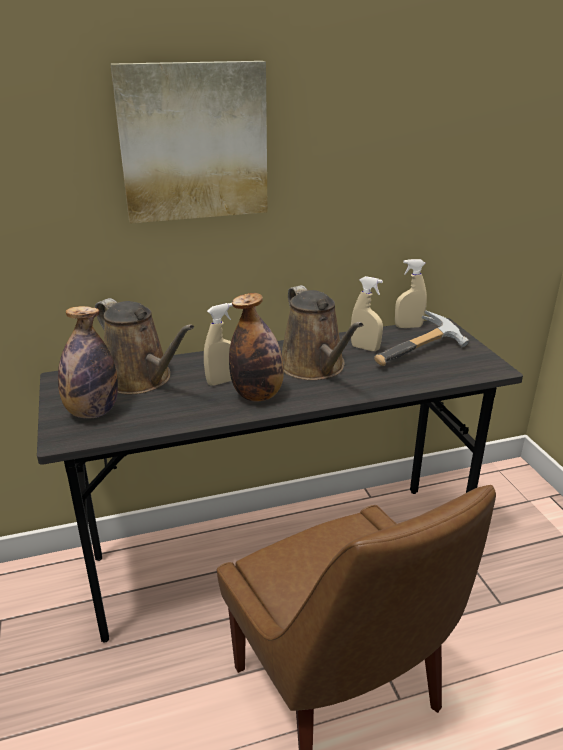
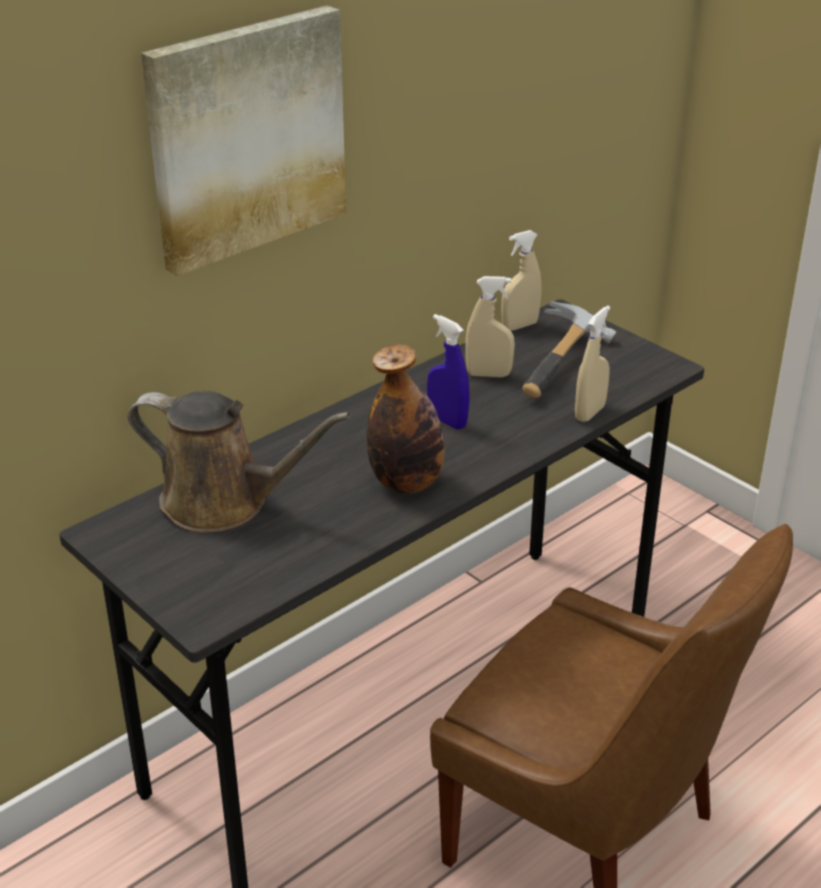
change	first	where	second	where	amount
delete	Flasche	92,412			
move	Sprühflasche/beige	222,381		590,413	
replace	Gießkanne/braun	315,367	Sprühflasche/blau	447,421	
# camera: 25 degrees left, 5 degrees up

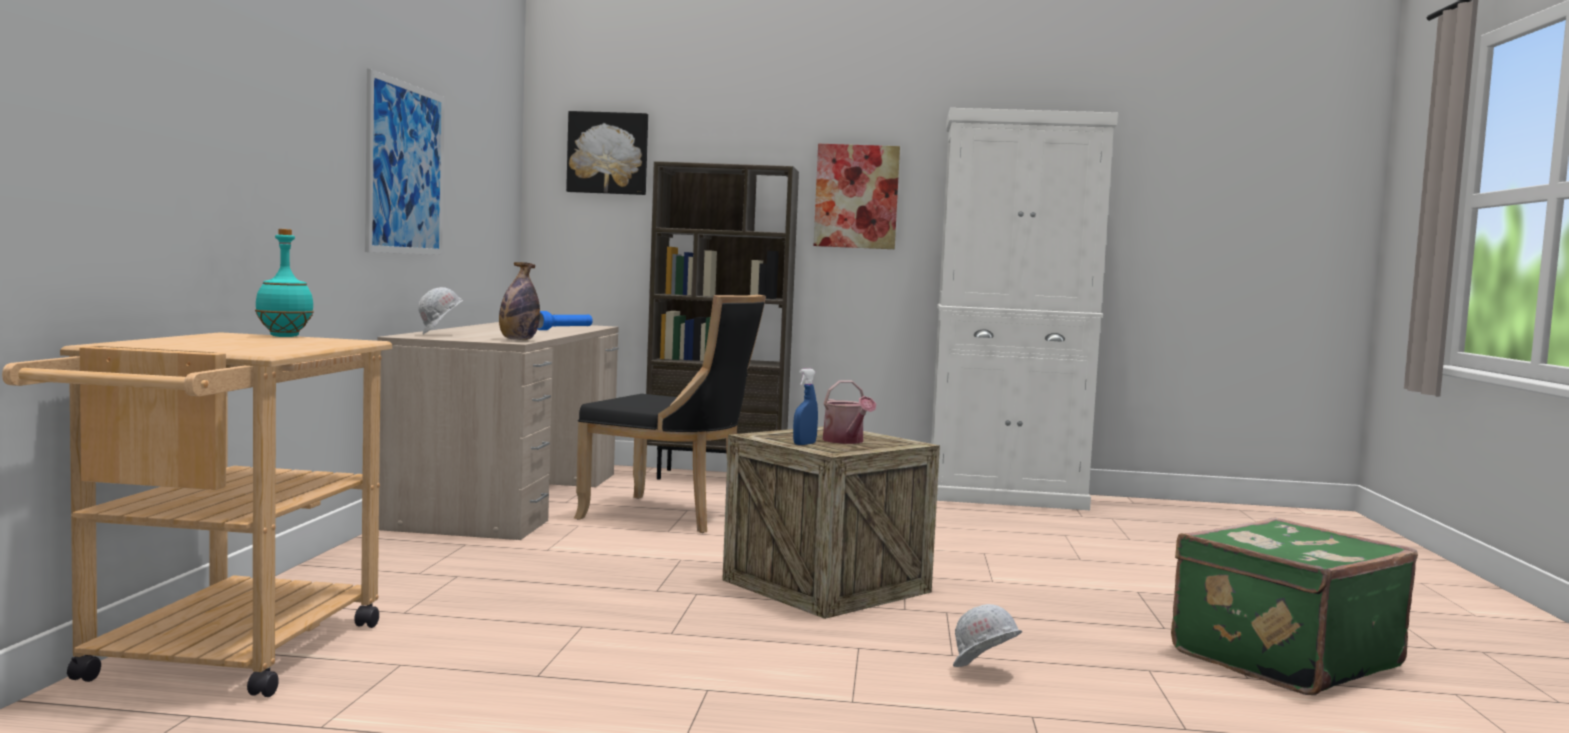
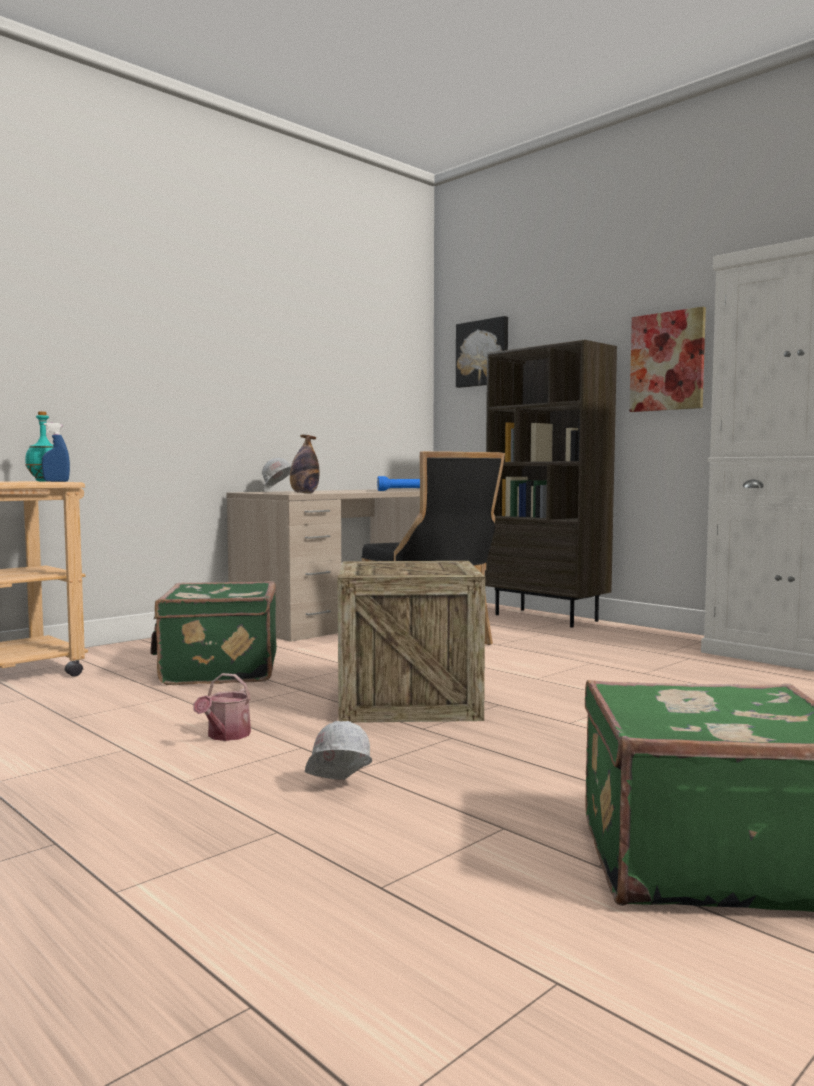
change	first	where	second	where	amount
delete	Bild	405,169			
insert			Koffer/grün	218,670	
move	Sprühflasche/blau	804,444		56,481	
move	Gießkanne	846,441		226,736	
# camera: 40 degrees right, 0 degrees up

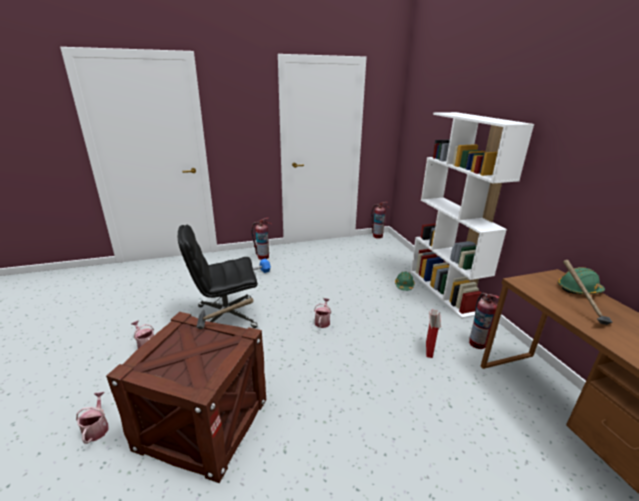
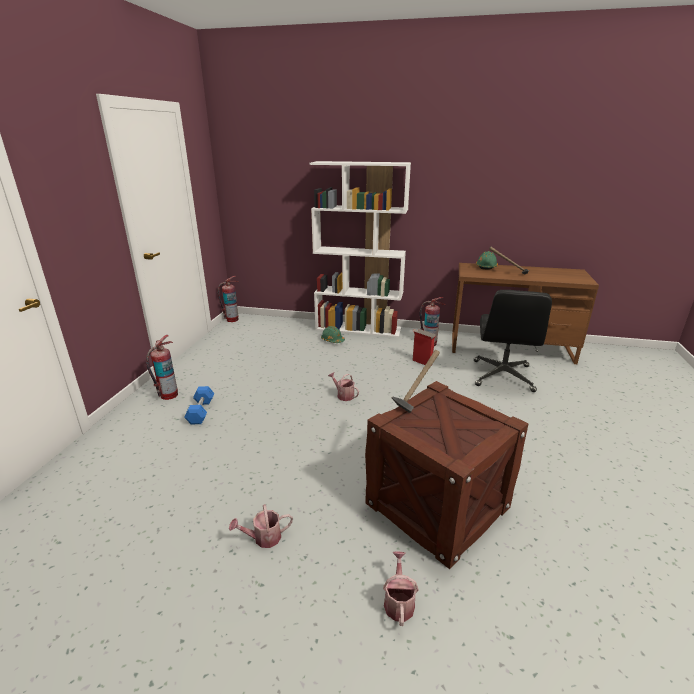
change	first	where	second	where	amount
move	Bürostuhl/schwarz	225,317		503,376	
rotate	Gießkanne	97,428		399,601	75 degrees clockwise
# camera: 60 degrees left, 0 degrees up

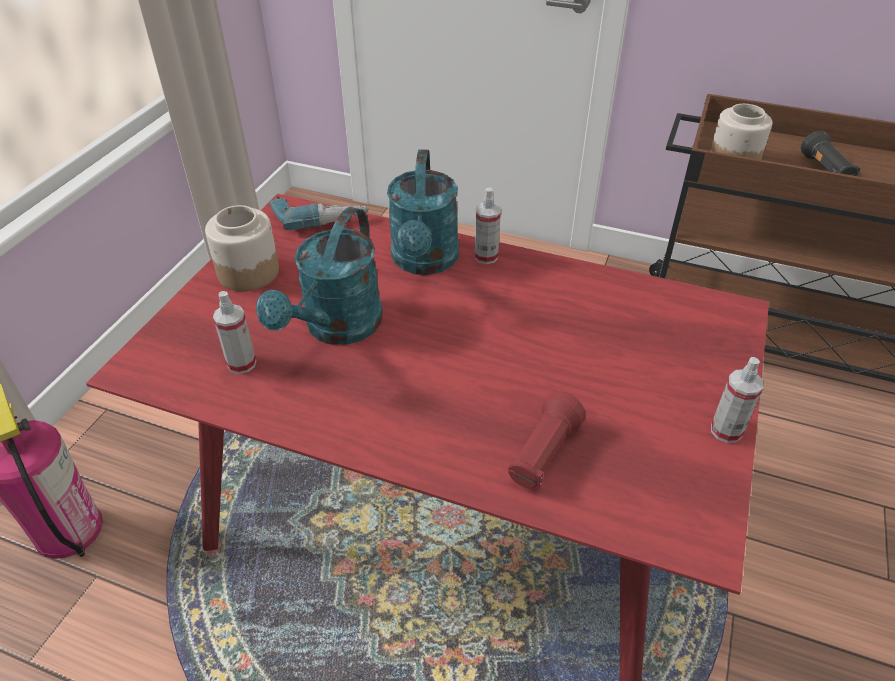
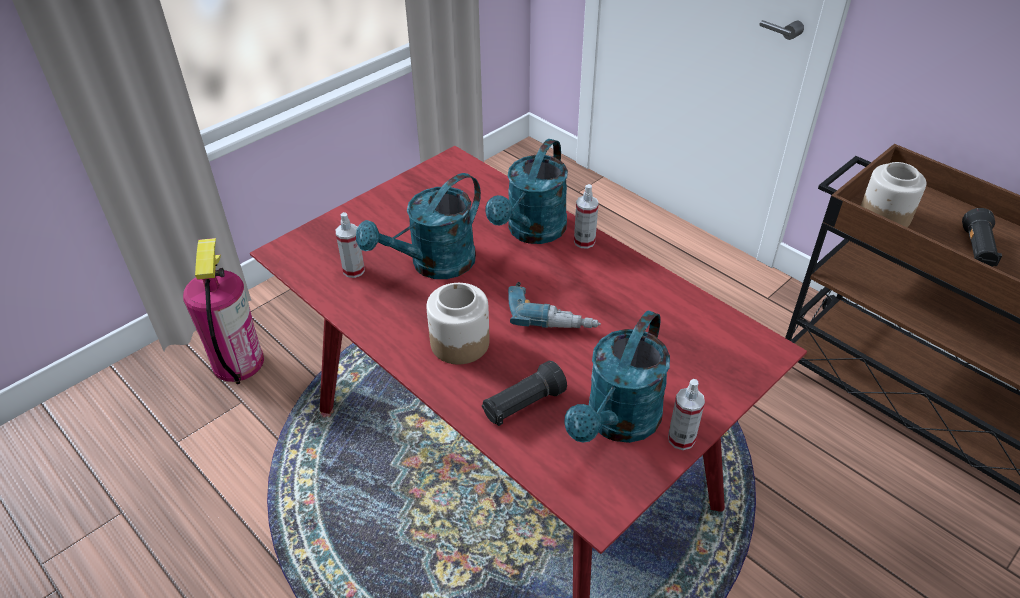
change	first	where	second	where	amount
insert			Gießkanne/türkis	618,423	
move	Vorratsglas	248,272		459,342	
move	Bohrmaschine	320,216		553,314	
recolor	Taschenlampe/rot	543,454	Taschenlampe/schwarz	523,405	
# camera: 25 degrees right, 0 degrees up

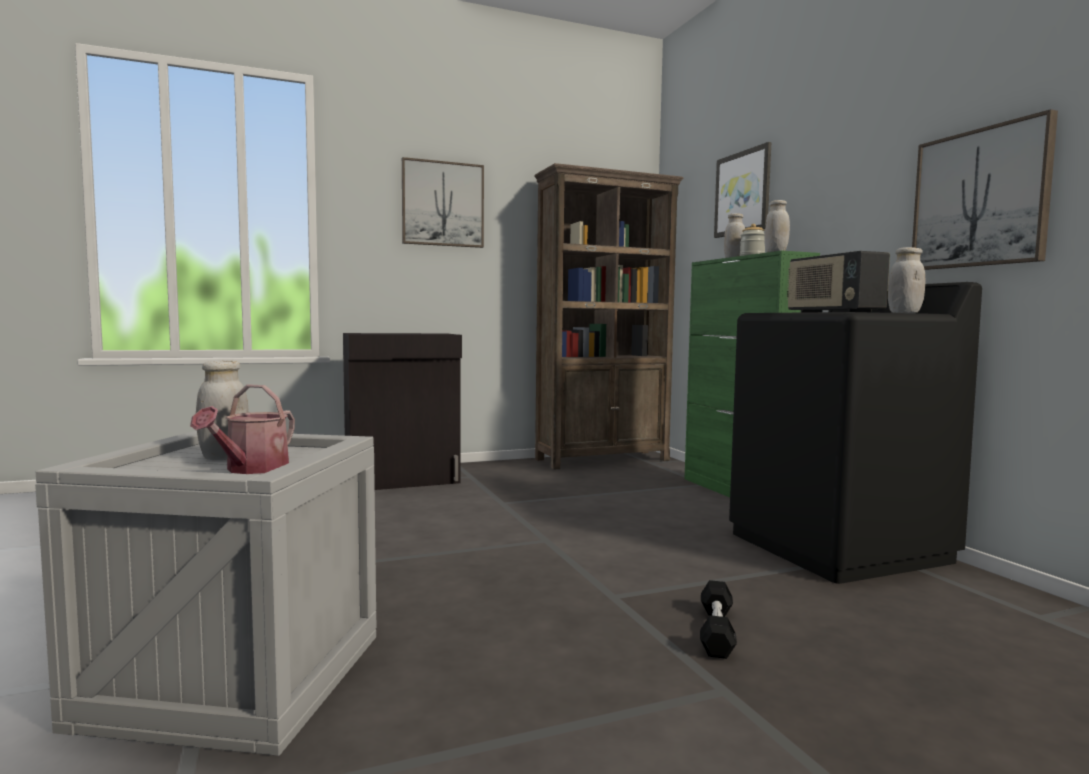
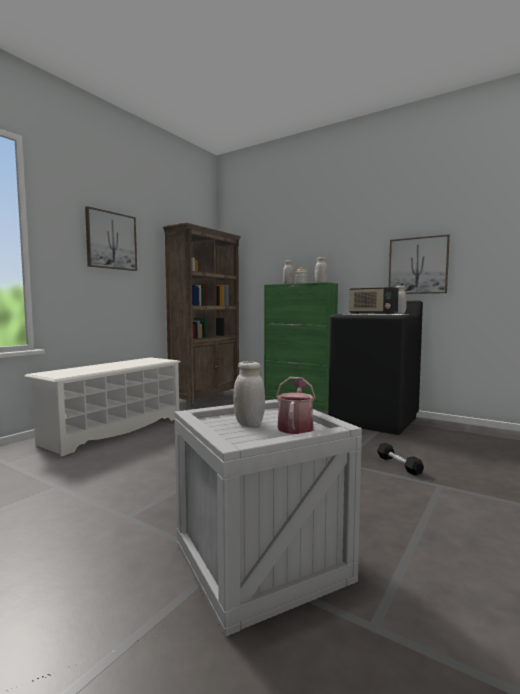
change	first	where	second	where	amount
delete	Bild	743,193			
replace	Schrank/schwarz	403,481	Schuhregal/weiß	114,430	
rotate	Gießkanne	251,469		295,426	150 degrees counterclockwise
# camera: 35 degrees left, 0 degrees up

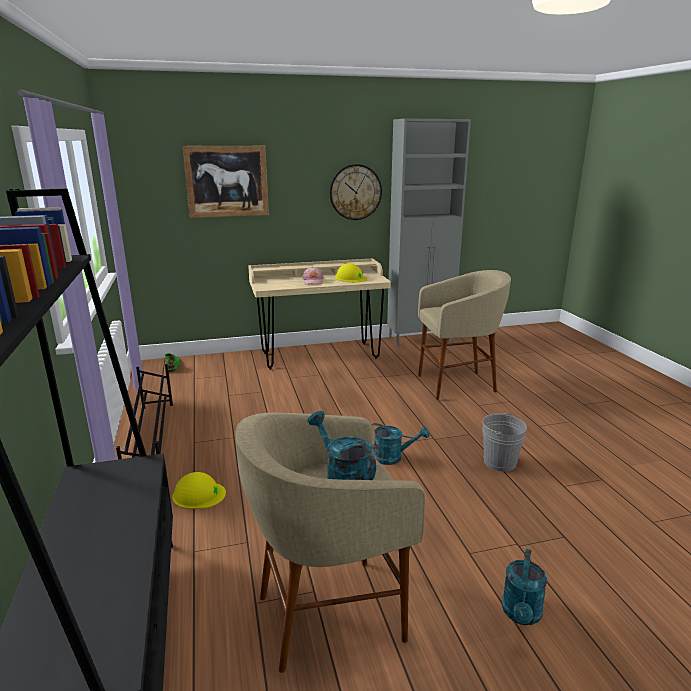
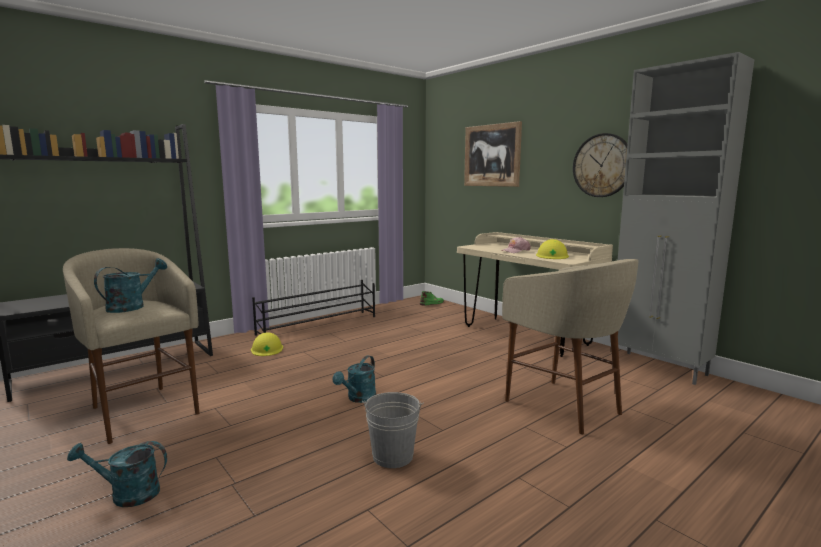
change	first	where	second	where	amount
rotate	Gießkanne/türkis	393,457		358,398	45 degrees clockwise
# camera: 65 degrees right, 10 degrees down

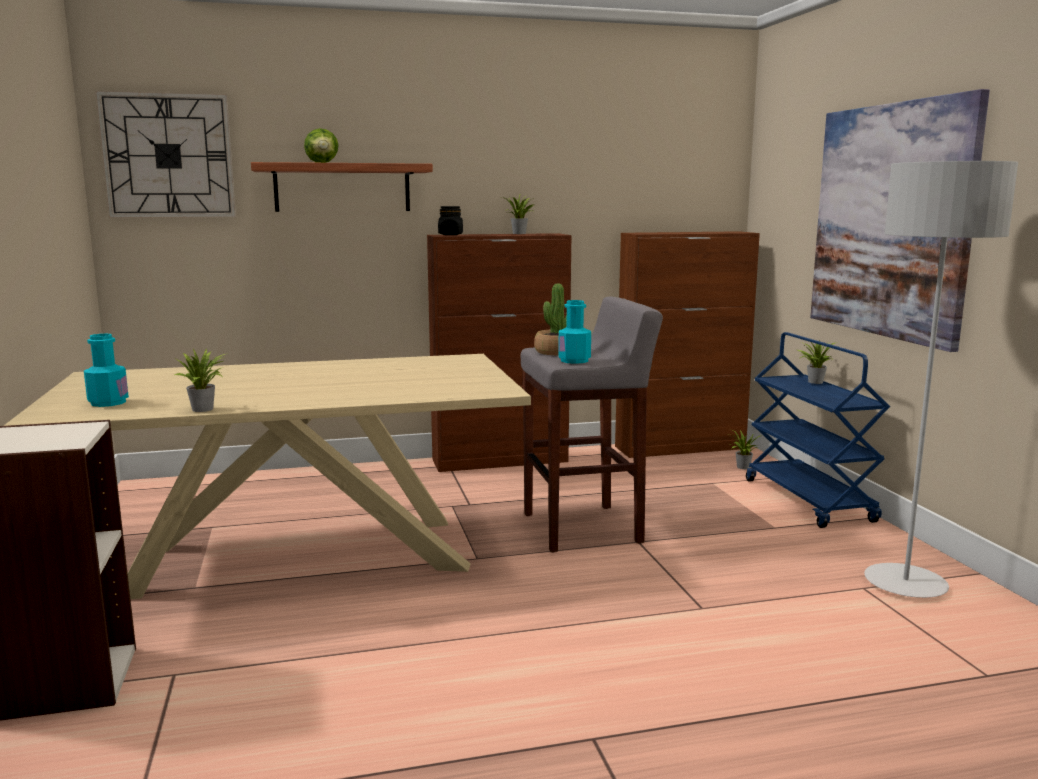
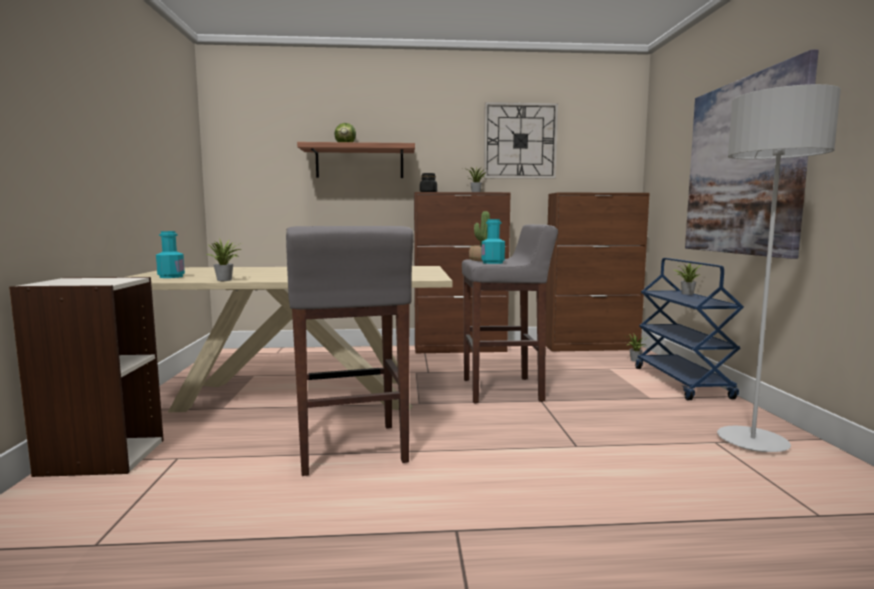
change	first	where	second	where	amount
insert			Hocker/grau	350,450	
move	Wanduhr	168,156		520,141	
# camera: 10 degrees right, 5 degrees down

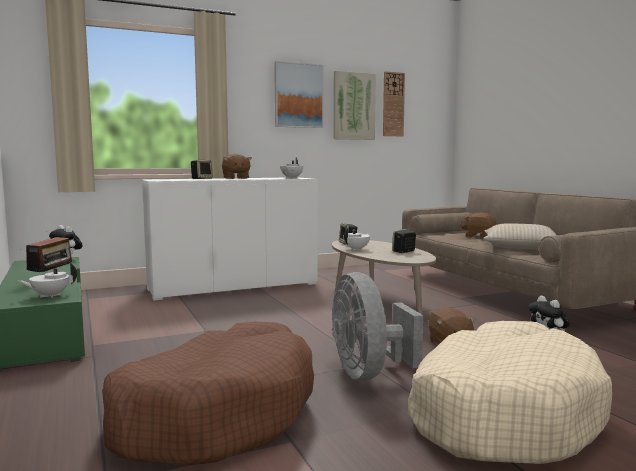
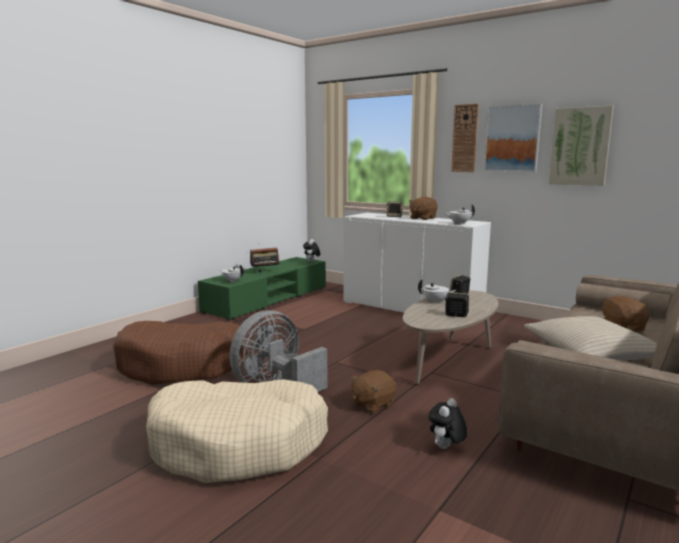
change	first	where	second	where	amount
move	Wanduhr	393,104		465,138	
# camera: 60 degrees right, 5 degrees up

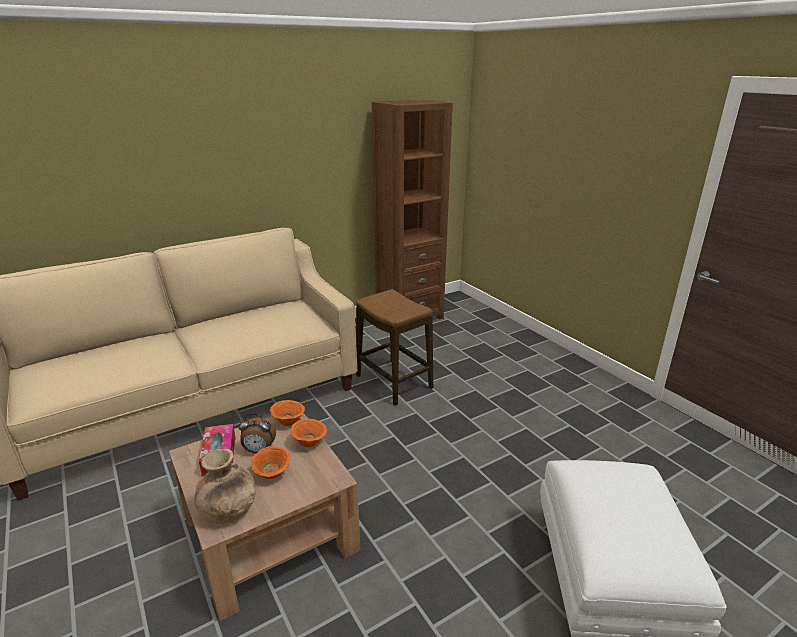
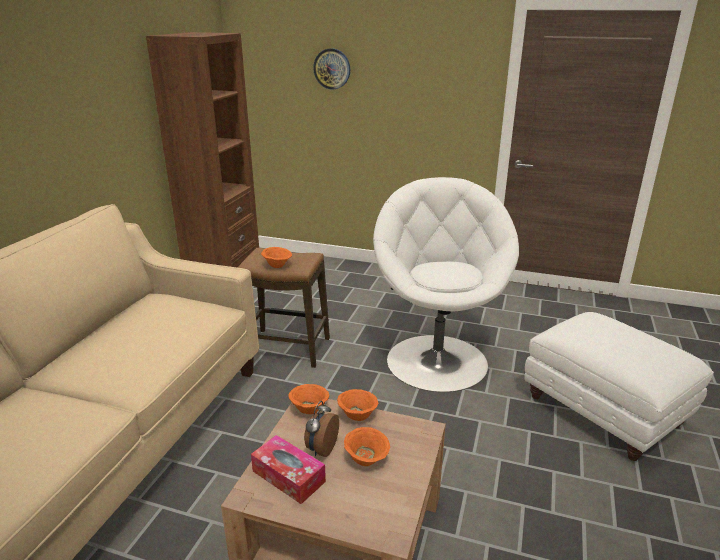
change	first	where	second	where	amount
delete	Vase/braun	229,511			
insert			Schüssel/orange	277,265	
insert			Wanduhr	332,69	
insert			Sessel/weiß	437,360	
rotate	Wecker	259,450		321,449	150 degrees clockwise
# camera: 40 degrees left, 0 degrees up

